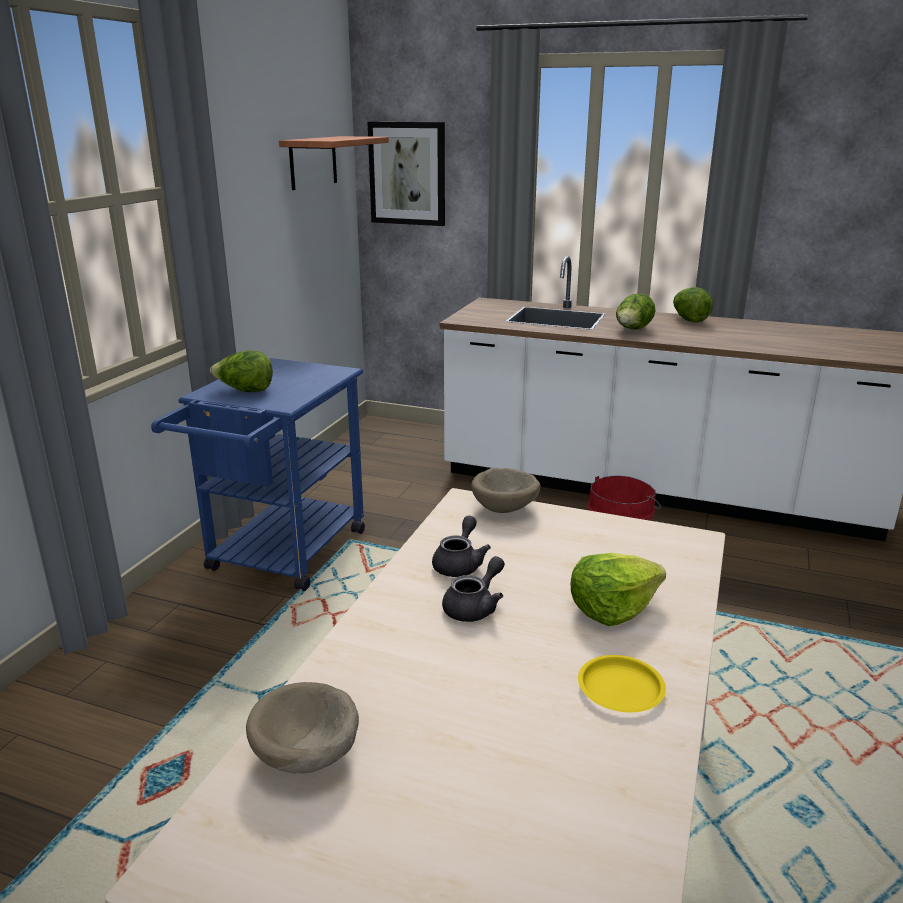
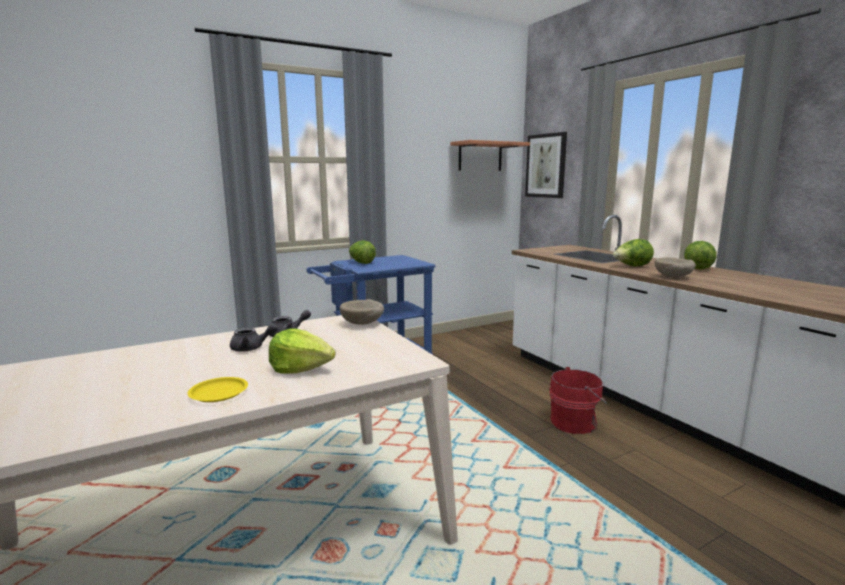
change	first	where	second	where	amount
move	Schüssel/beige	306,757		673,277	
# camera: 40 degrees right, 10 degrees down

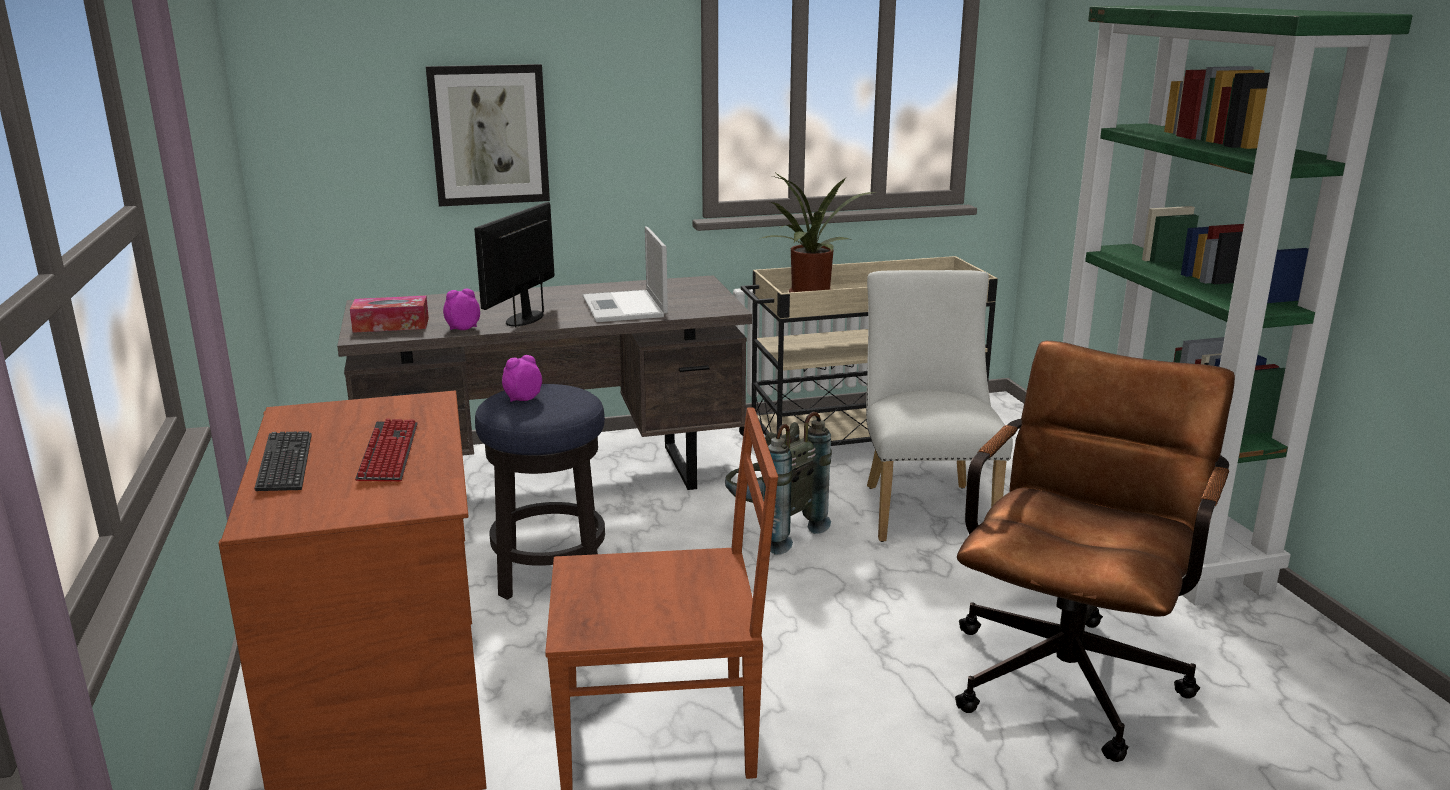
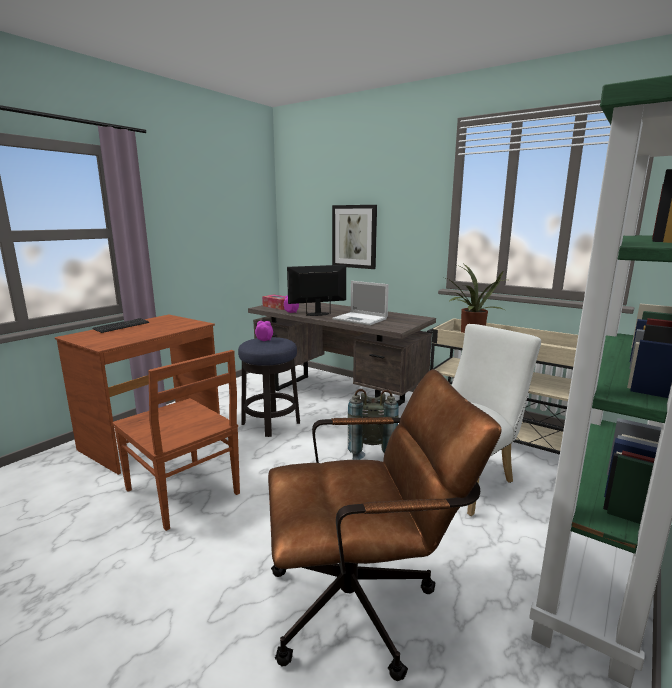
change	first	where	second	where	amount
delete	Tastatur	388,453			
rotate	Laptop	625,308		361,319	90 degrees counterclockwise
# camera: 50 degrees right, 5 degrees down

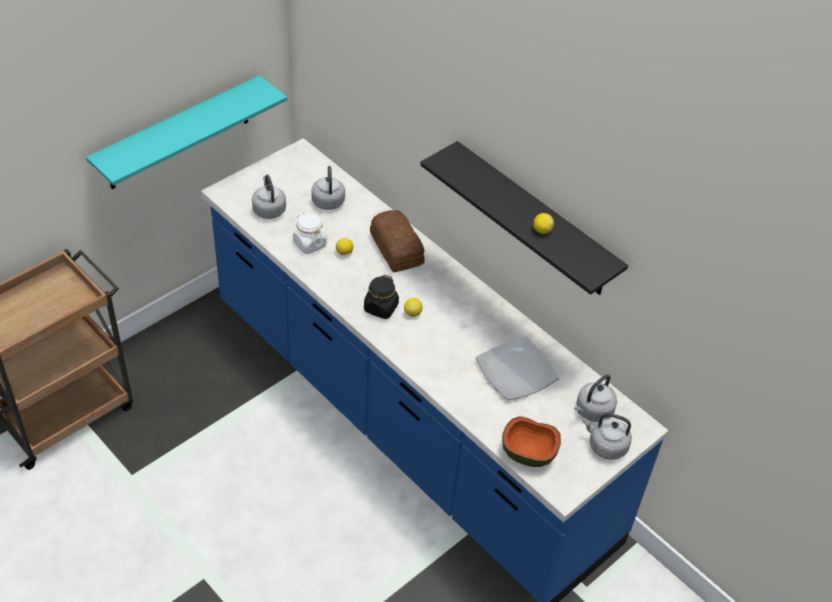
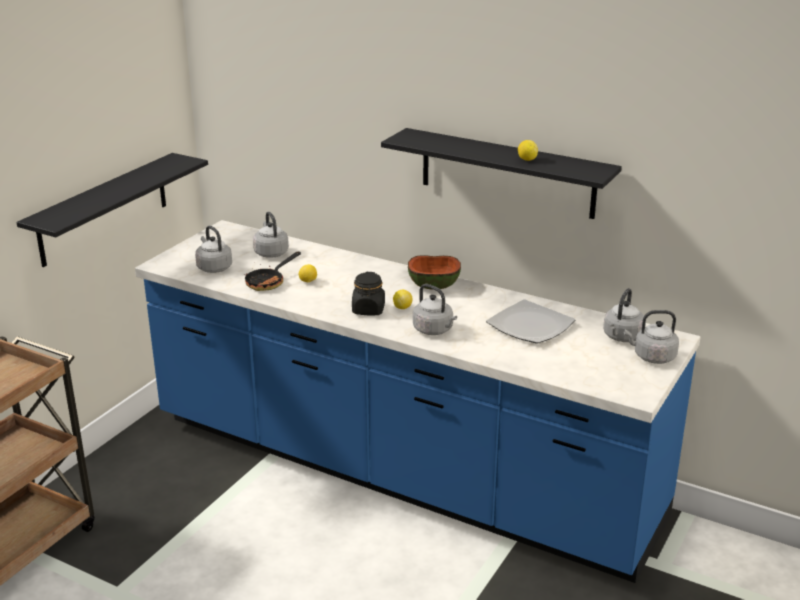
change	first	where	second	where	amount
delete	Brot	397,248			
insert			Wasserkessel/grau	434,330	
move	Schüssel	529,452		434,284	
replace	Vorratsglas/weiß	309,243	Pfanne	269,282	
recolor	Wandregal/türkis	178,134	Wandregal/schwarz	103,209	
# camera: 15 degrees left, 20 degrees down

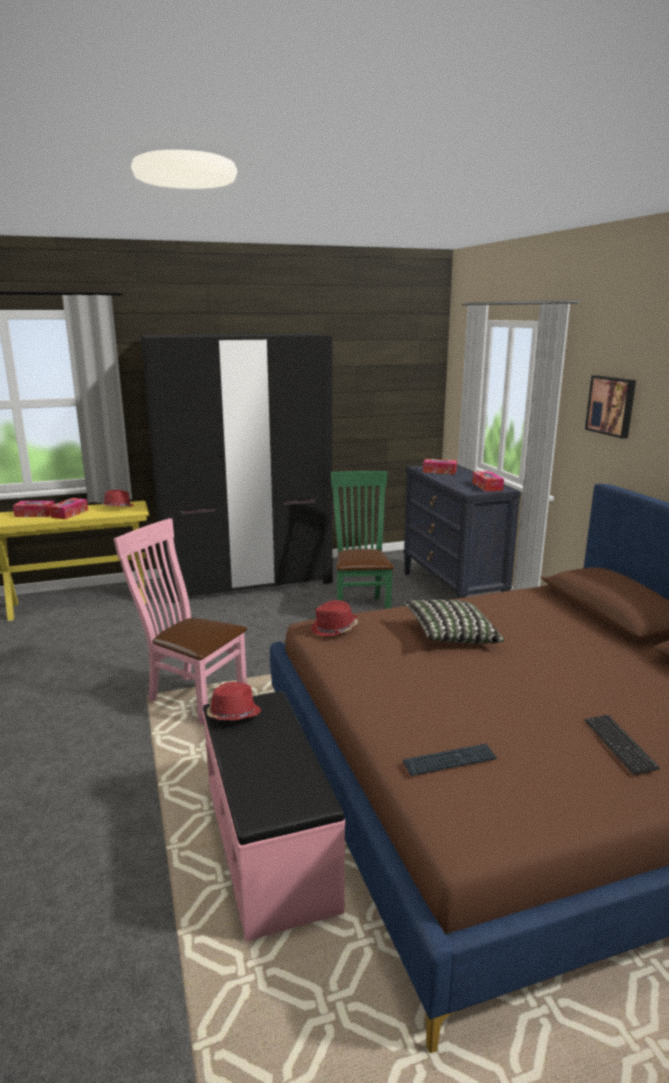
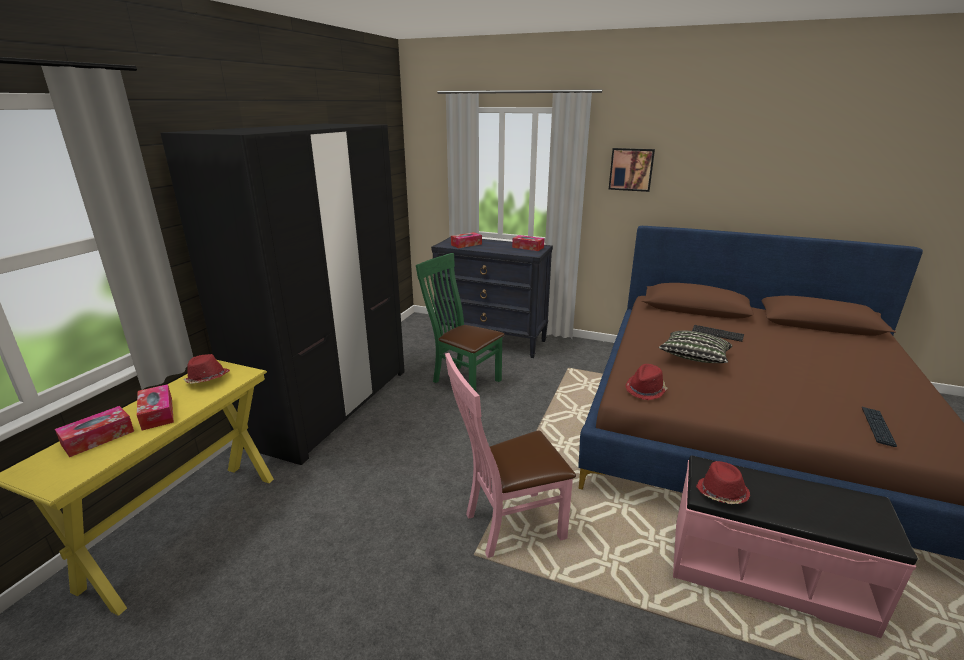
change	first	where	second	where	amount
move	Tastatur	619,745		717,334	
# camera: 50 degrees left, 5 degrees up

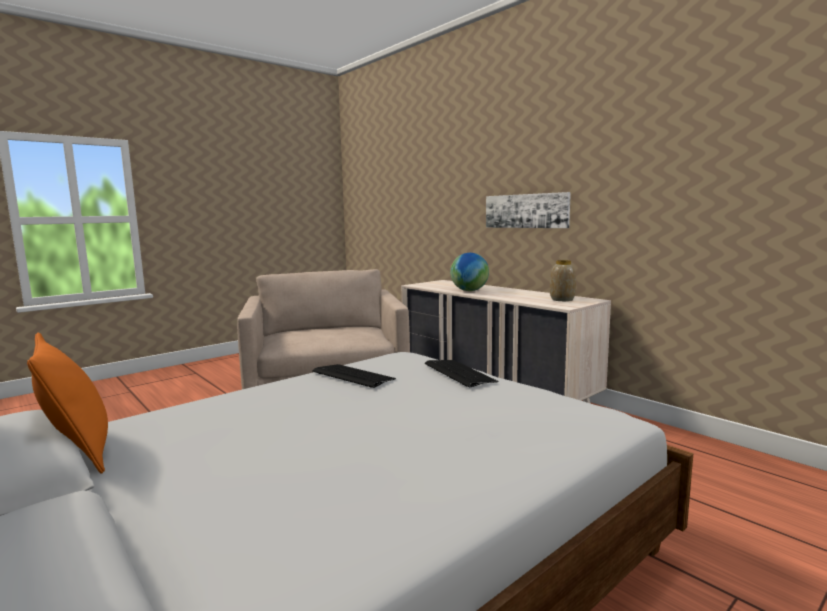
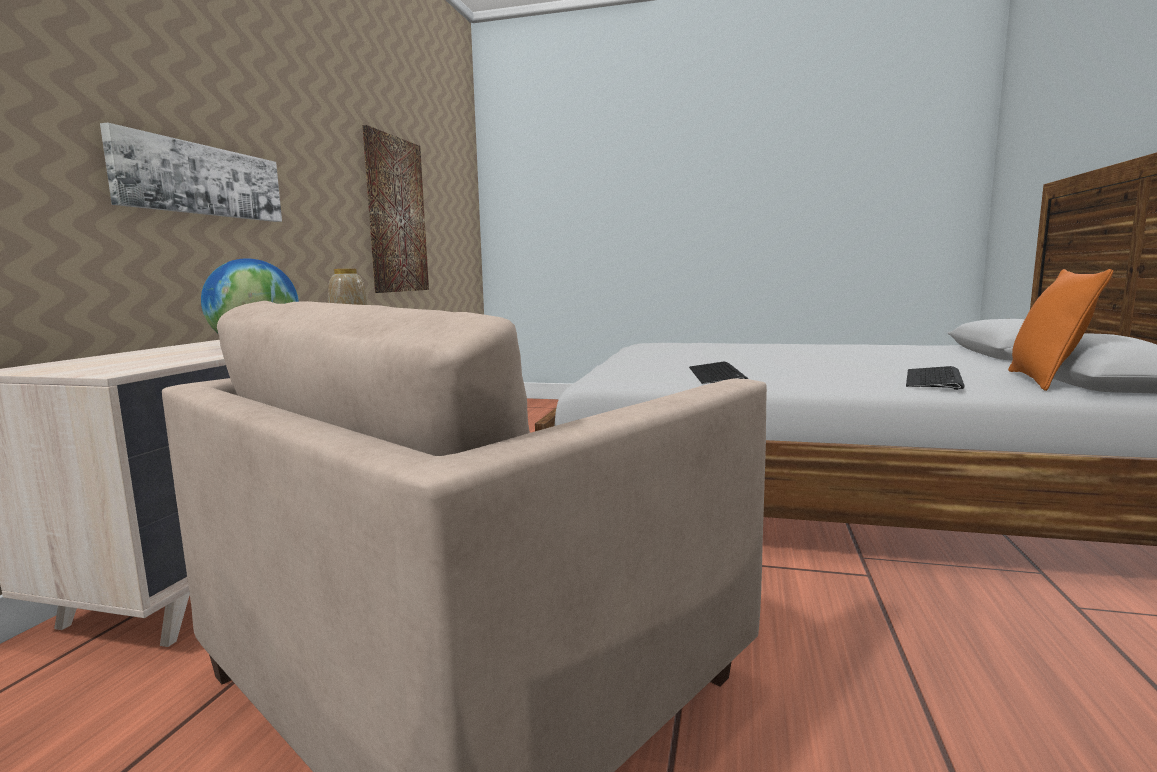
change	first	where	second	where	amount
insert			Bild	396,215	
move	Tastatur	459,373		934,380	
# camera: 125 degrees left, 0 degrees up

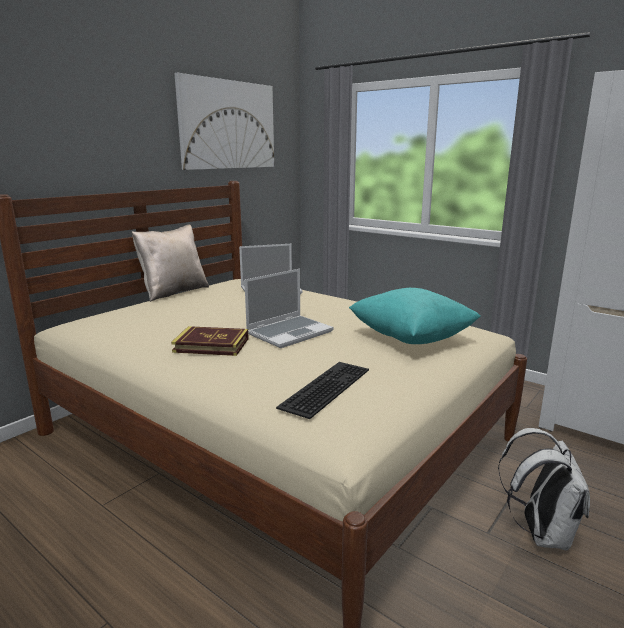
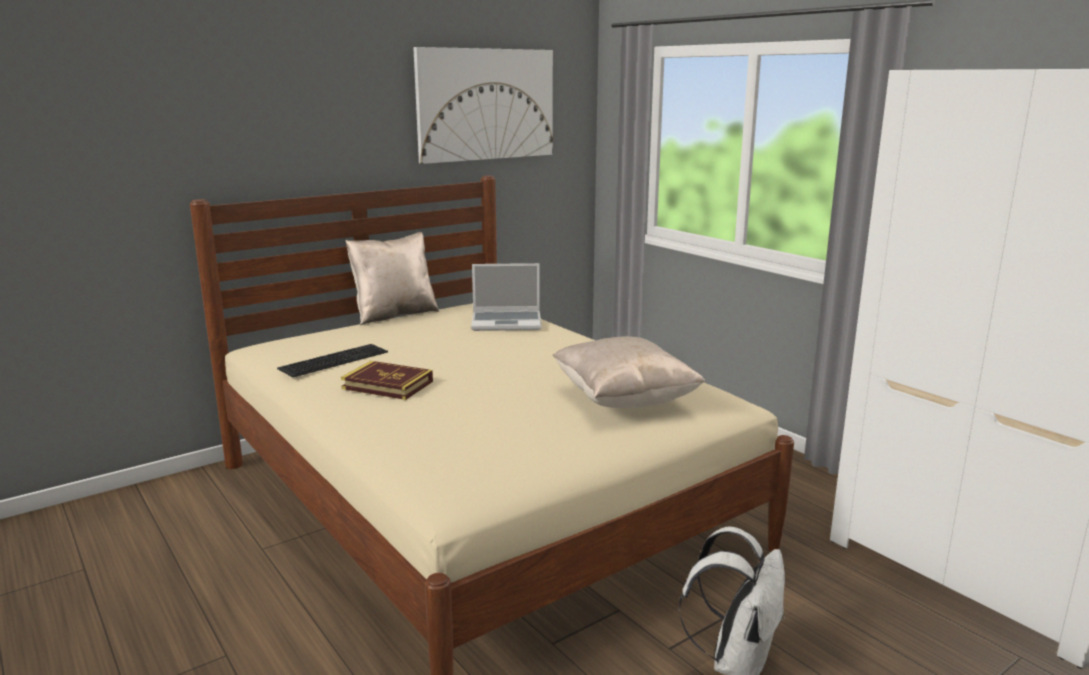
change	first	where	second	where	amount
delete	Laptop	290,332			
move	Tastatur	324,386		334,359	
recolor	Kissen/türkis	411,338	Kissen/beige	624,400	
# camera: 15 degrees right, 0 degrees up

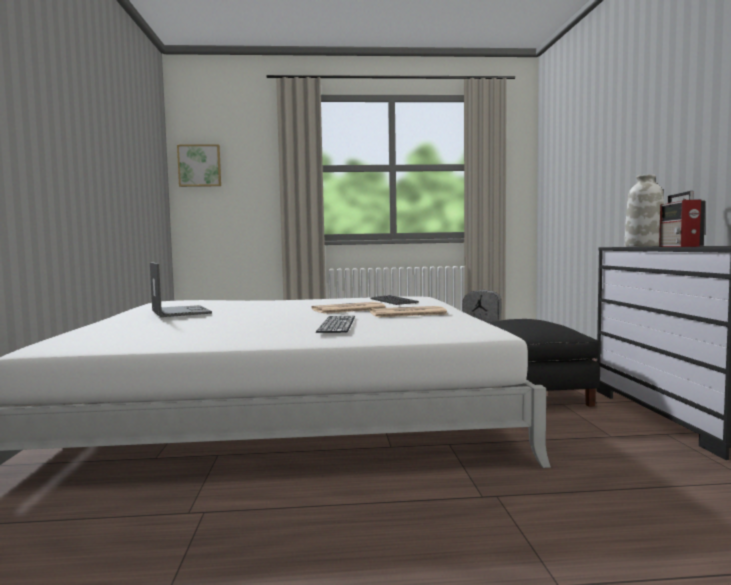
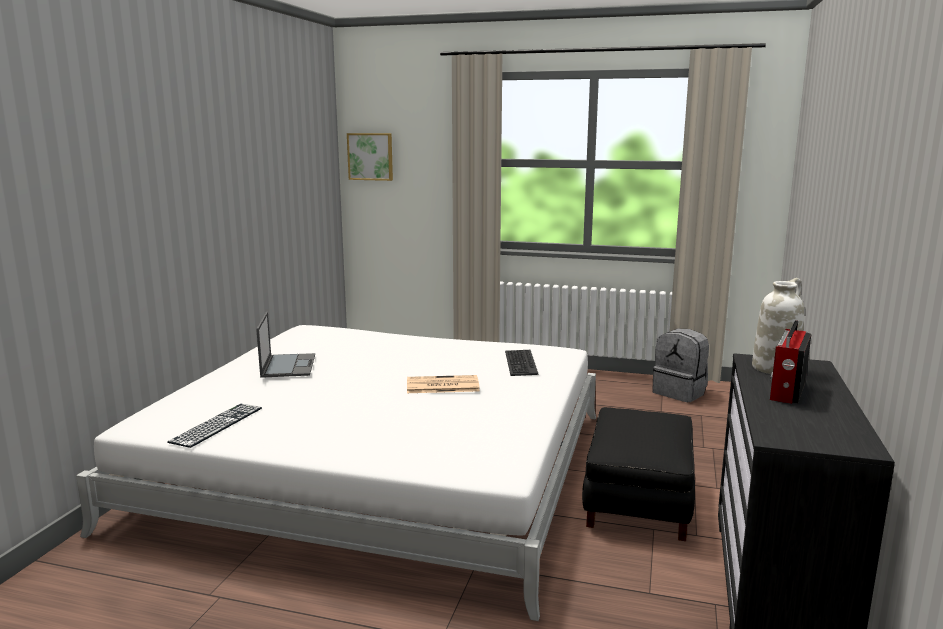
change	first	where	second	where	amount
delete	Zeitung	406,313			
move	Tastatur	337,324		217,424	
# camera: 20 degrees right, 10 degrees up

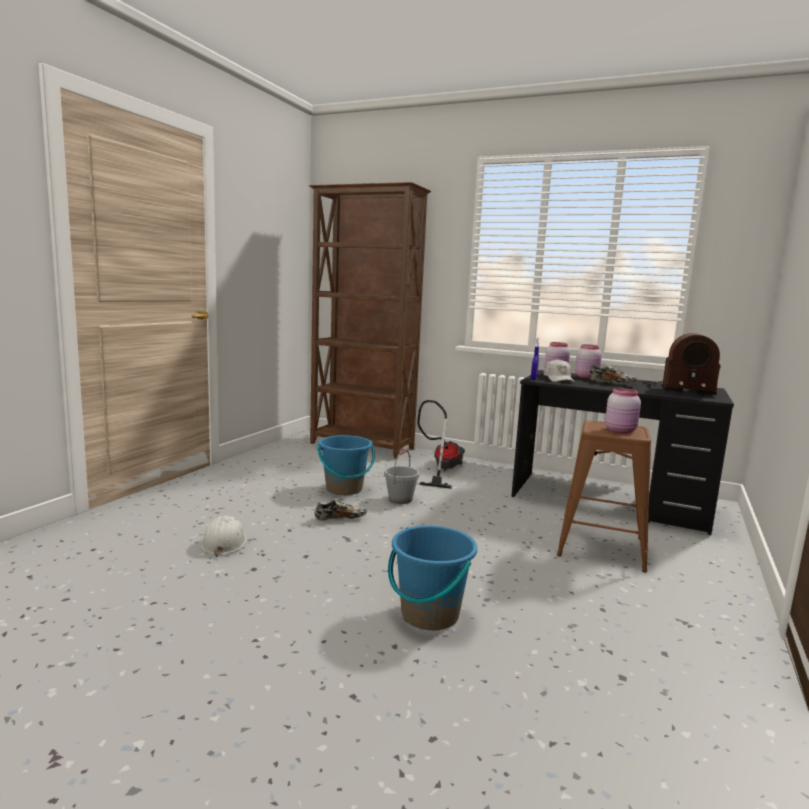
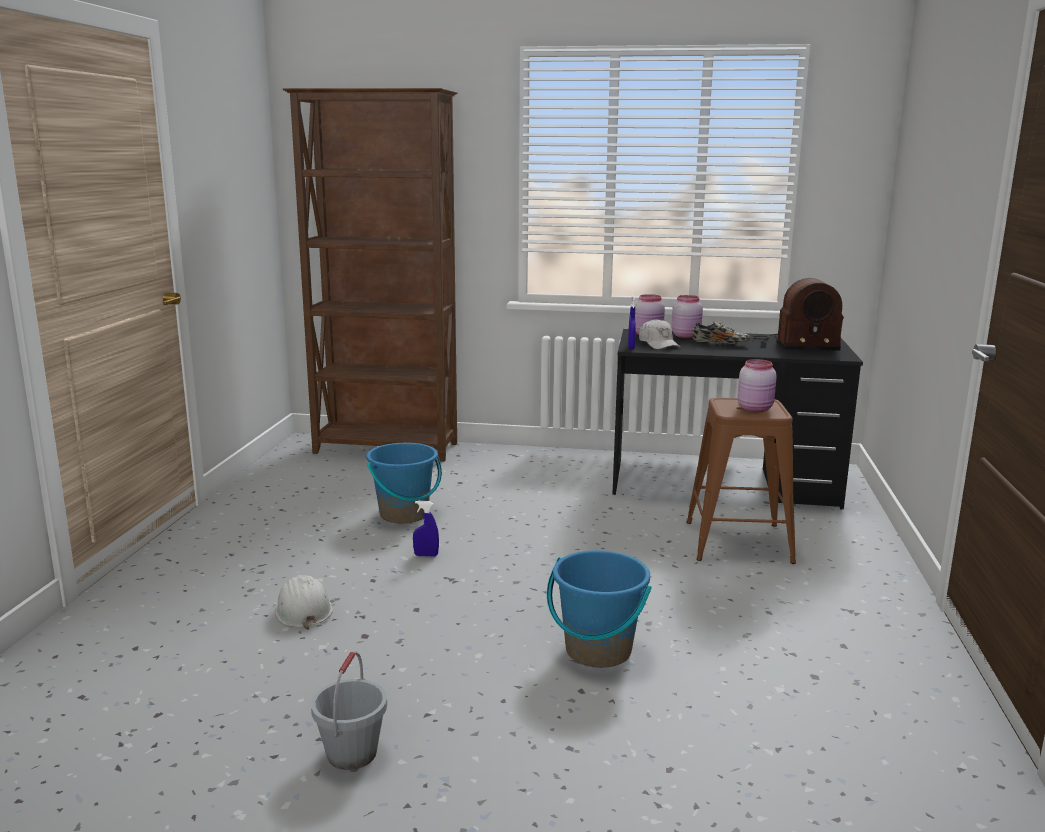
change	first	where	second	where	amount
delete	Staubsauger	441,470			
move	Eimer/grau	400,499		352,754	
replace	Schuh	340,519	Sprühflasche/blau	426,555	
# camera: 15 degrees left, 5 degrees up

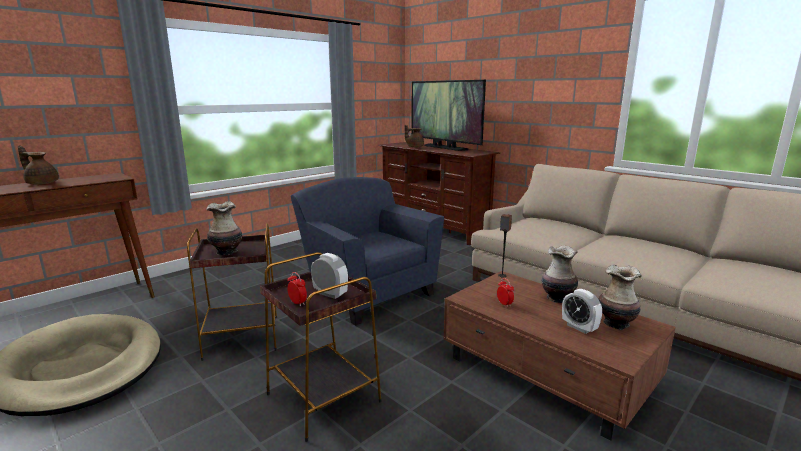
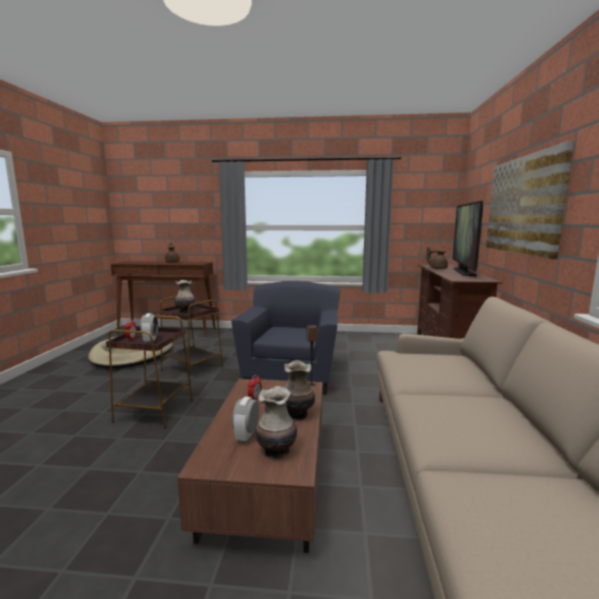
change	first	where	second	where	amount
insert			Bild	523,205	
# camera: 50 degrees right, 5 degrees down

